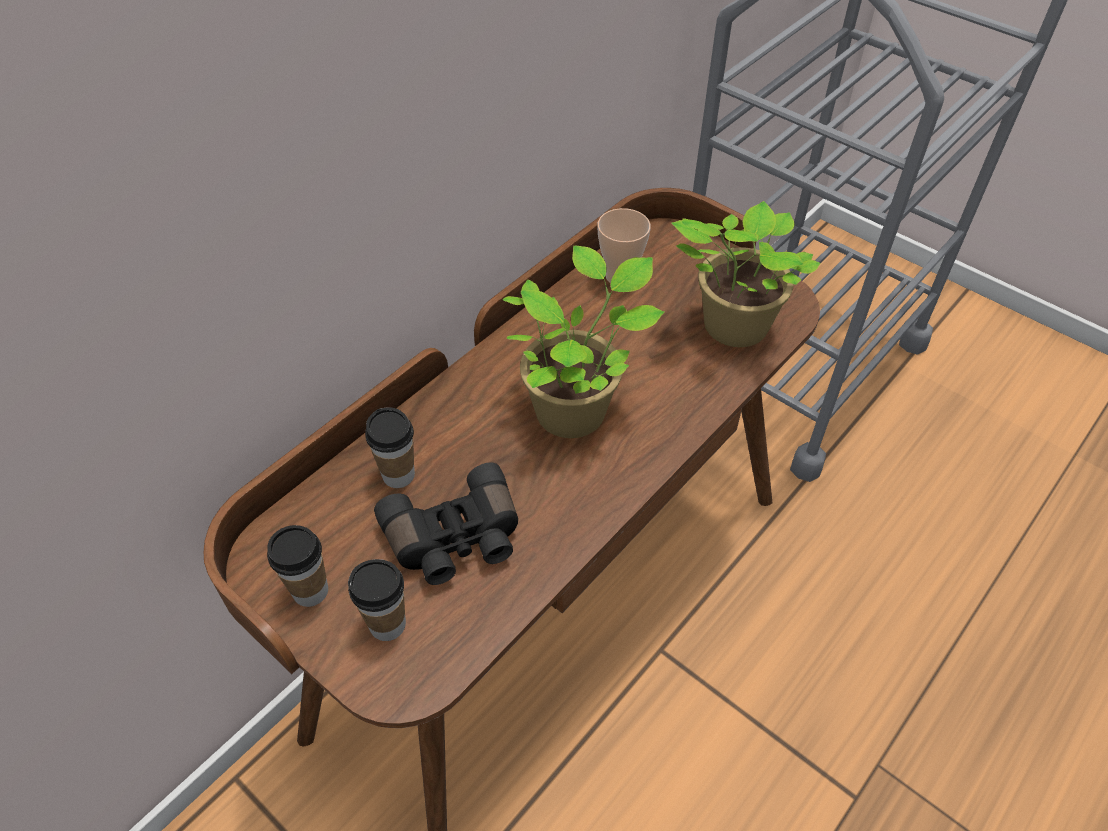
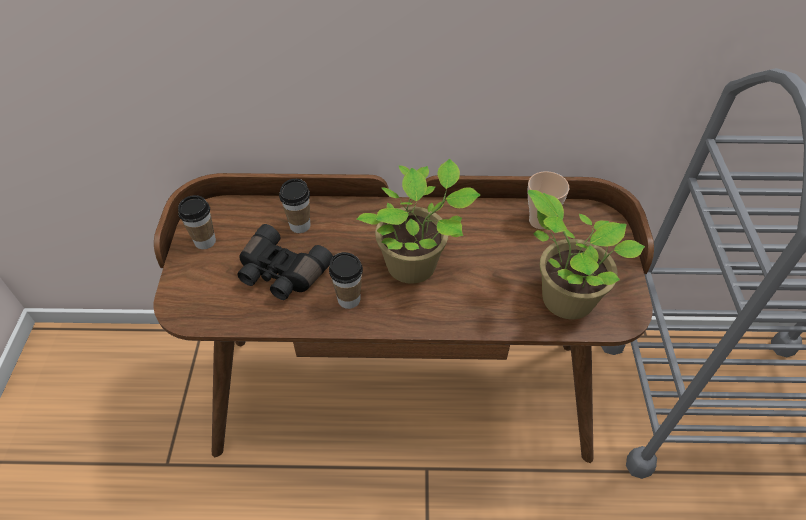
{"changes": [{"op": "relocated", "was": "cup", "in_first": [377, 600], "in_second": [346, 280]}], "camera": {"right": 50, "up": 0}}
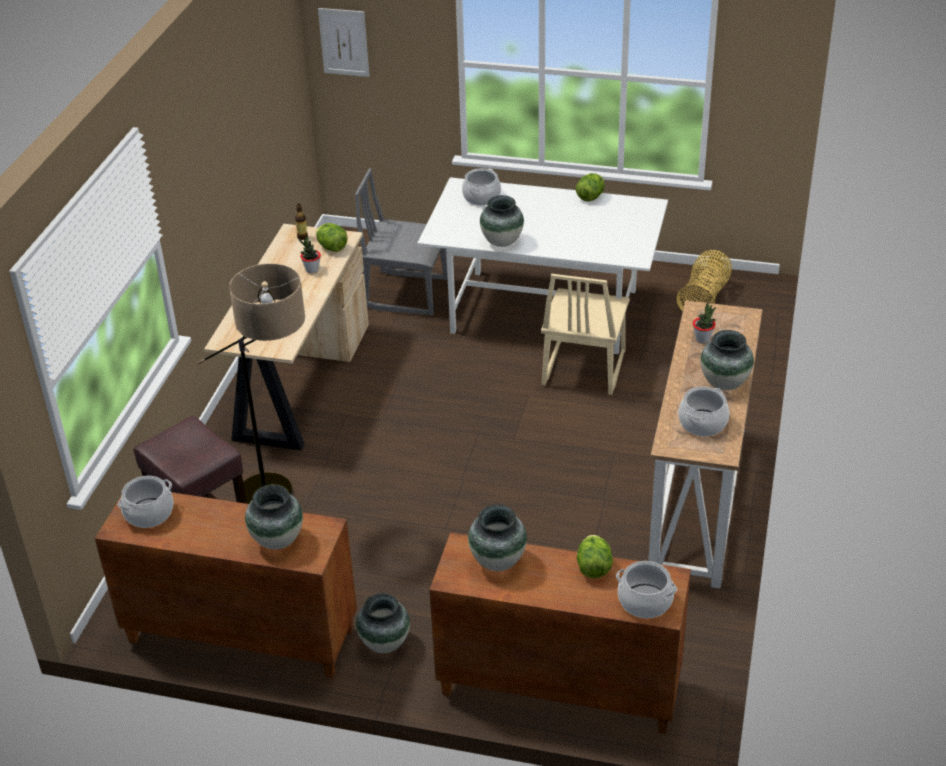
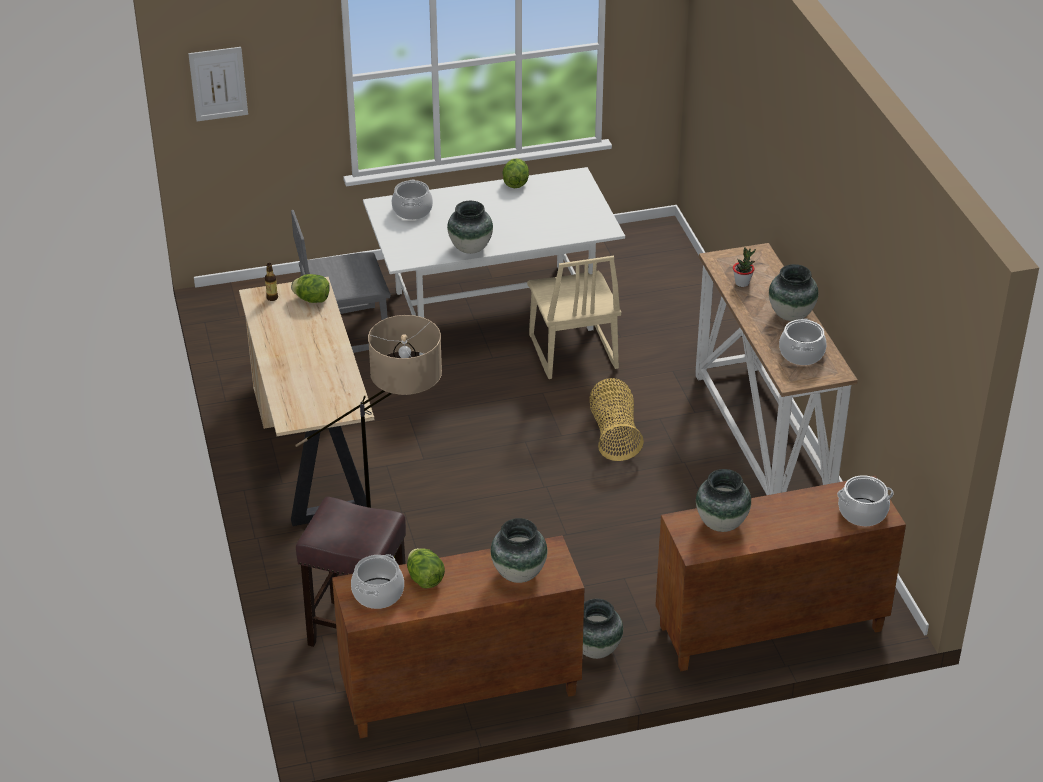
{"changes": [{"op": "relocated", "was": "lettuce", "in_first": [594, 556], "in_second": [426, 568]}, {"op": "relocated", "was": "storage basket", "in_first": [704, 280], "in_second": [617, 419]}, {"op": "missing", "was": "potted plant", "in_first": [310, 255]}], "camera": {"right": -30, "up": 0}}
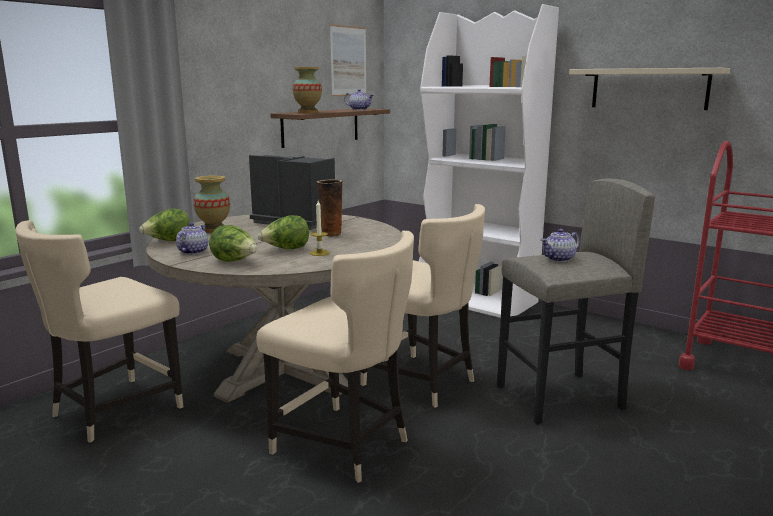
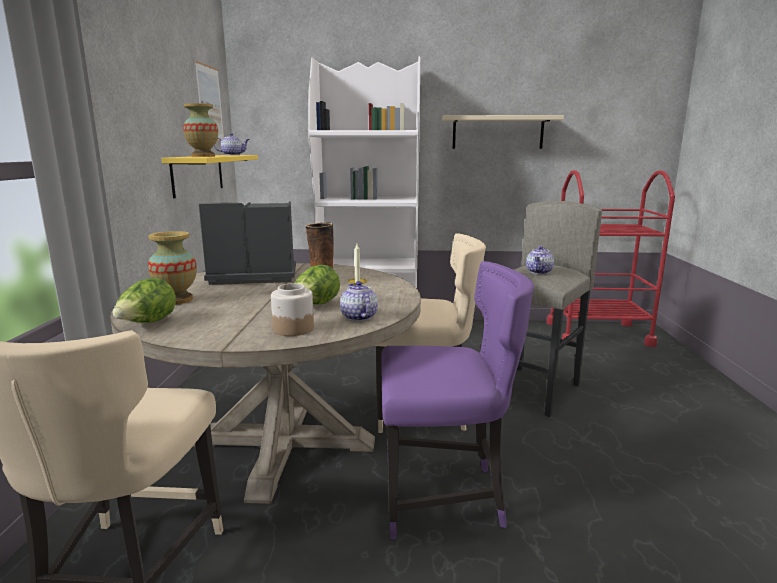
{"changes": [{"op": "colour", "was": "bracket shelf (brown)", "now": "bracket shelf (yellow-coloured)", "in_first": [330, 128], "in_second": [209, 176]}, {"op": "exchanged", "was": "lettuce", "now": "preserve jar", "in_first": [233, 243], "in_second": [292, 310]}, {"op": "relocated", "was": "teapot", "in_first": [192, 238], "in_second": [359, 301]}, {"op": "colour", "was": "upright chair (beige)", "now": "upright chair (purple-coloured)", "in_first": [335, 357], "in_second": [457, 400]}], "camera": {"right": -35, "up": 0}}
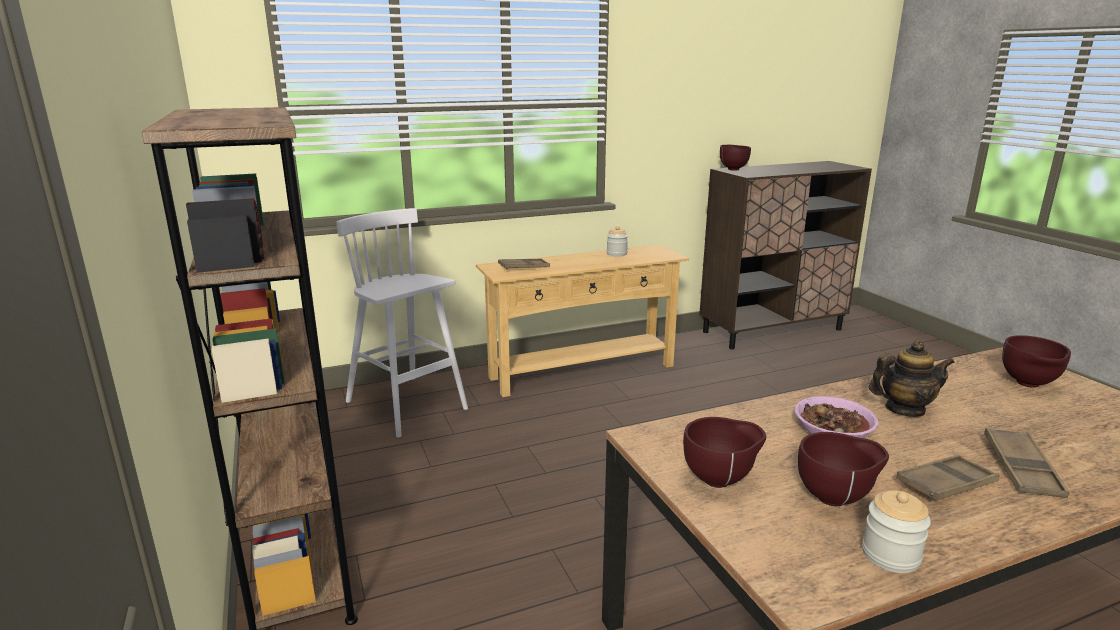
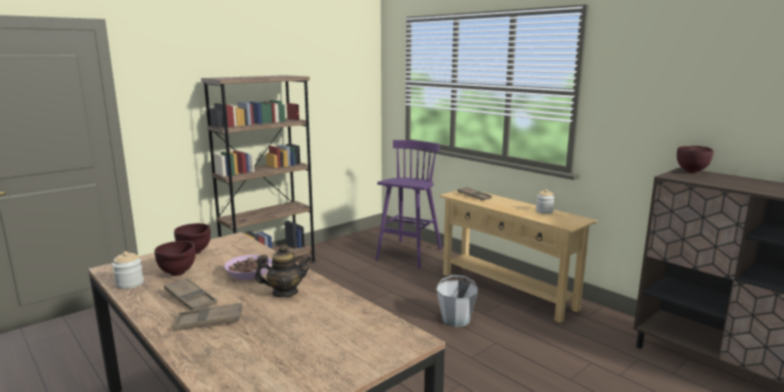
{"changes": [{"op": "spun", "was": "teapot", "in_first": [912, 378], "in_second": [283, 271], "clockwise": -75}, {"op": "colour", "was": "sitting stool (white)", "now": "sitting stool (purple-coloured)", "in_first": [402, 323], "in_second": [408, 204]}, {"op": "appeared", "now": "pail (gray)", "in_second": [457, 301]}, {"op": "missing", "was": "bowl (brown)", "in_first": [1036, 361]}], "camera": {"right": 70, "up": -5}}
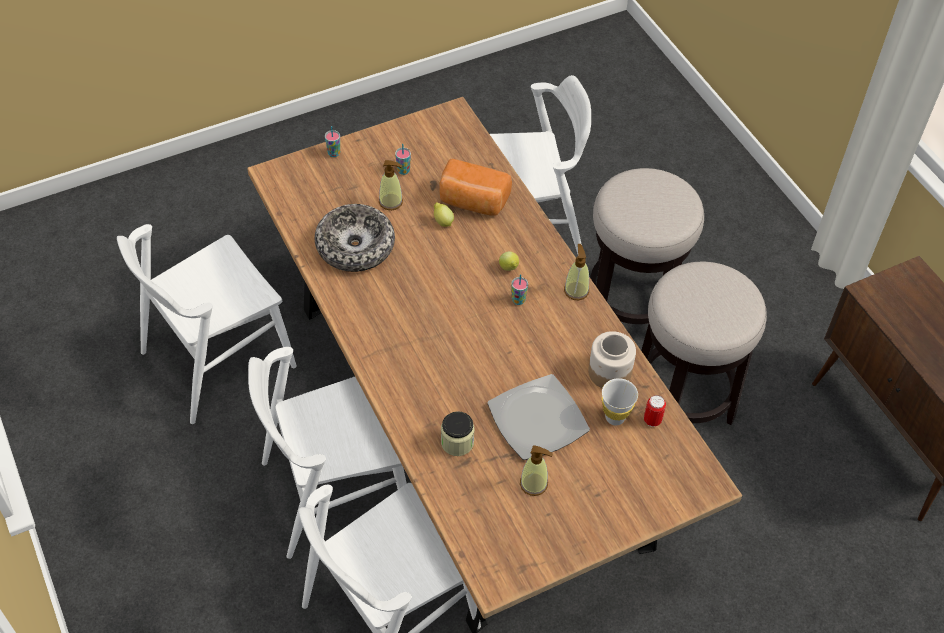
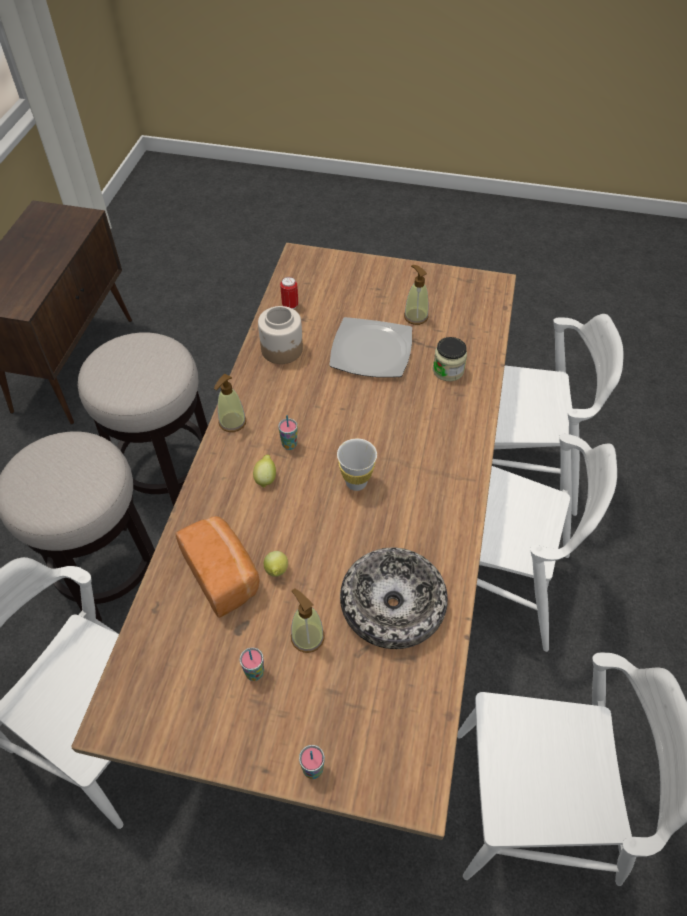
{"changes": [{"op": "relocated", "was": "cup (white)", "in_first": [620, 401], "in_second": [357, 464]}], "camera": {"right": -140, "up": 0}}
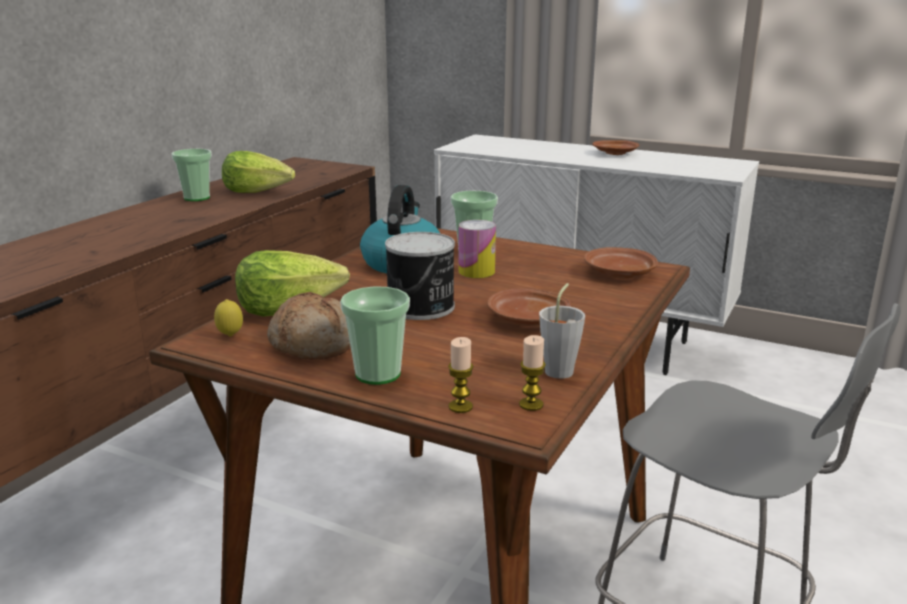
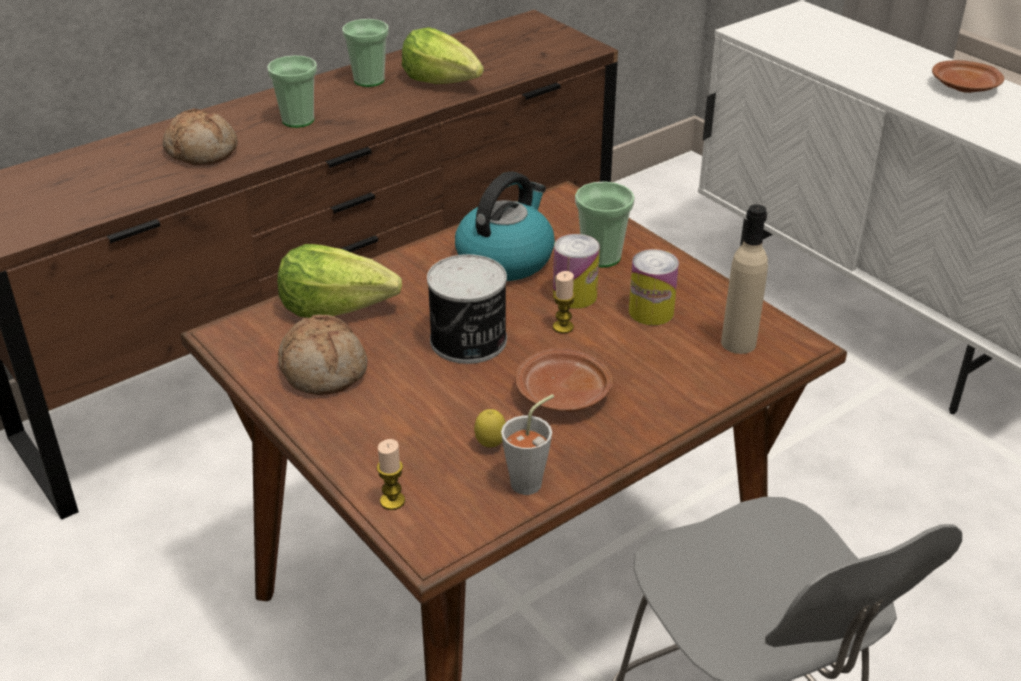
{"changes": [{"op": "appeared", "now": "bread", "in_second": [200, 137]}, {"op": "relocated", "was": "cup", "in_first": [375, 335], "in_second": [292, 91]}, {"op": "relocated", "was": "citrus fruit", "in_first": [228, 318], "in_second": [490, 428]}, {"op": "relocated", "was": "candle", "in_first": [532, 373], "in_second": [564, 302]}, {"op": "appeared", "now": "sealed can", "in_second": [654, 287]}, {"op": "exchanged", "was": "flat dish (brown)", "now": "bottle (beige)", "in_first": [621, 263], "in_second": [744, 279]}], "camera": {"right": 25, "up": 15}}
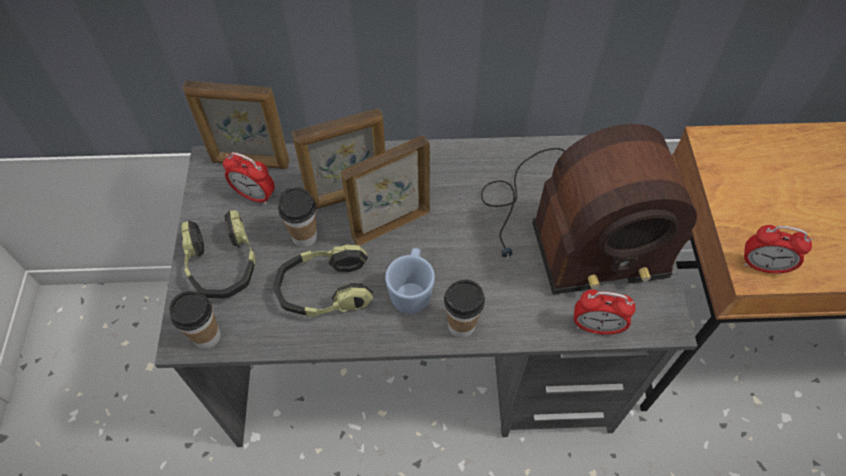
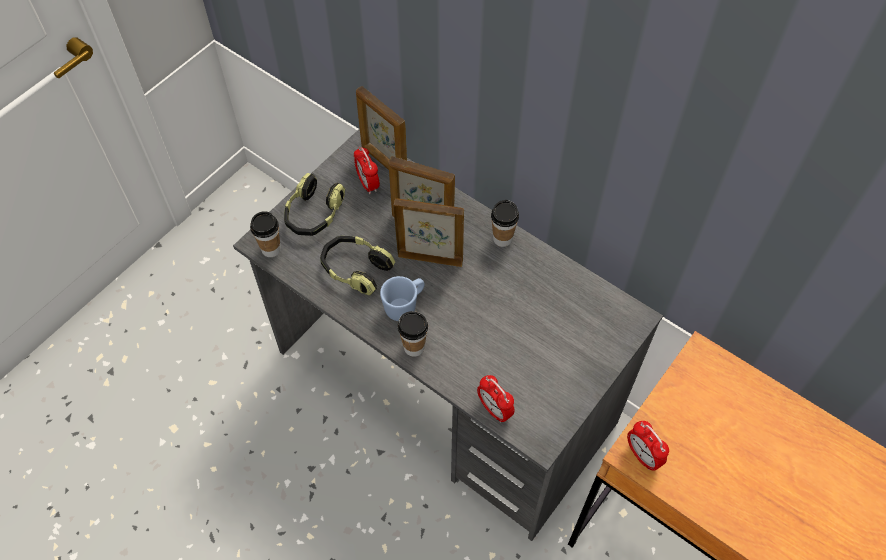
{"changes": [{"op": "relocated", "was": "cup", "in_first": [297, 217], "in_second": [505, 223]}, {"op": "missing", "was": "radio set", "in_first": [589, 209]}], "camera": {"right": 40, "up": 0}}
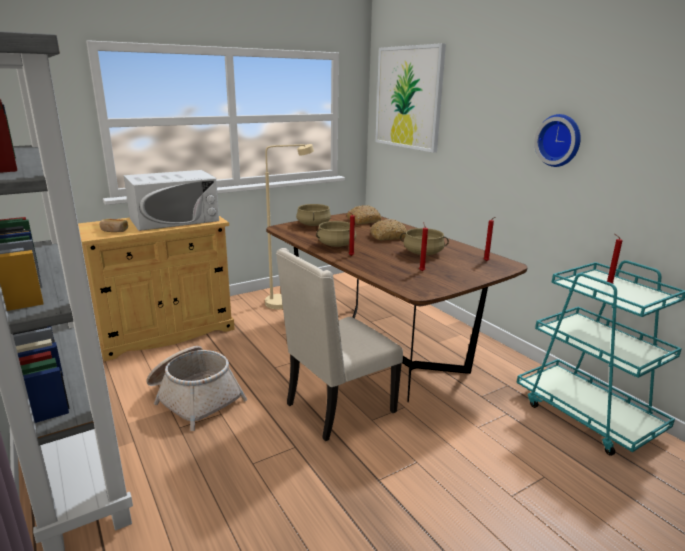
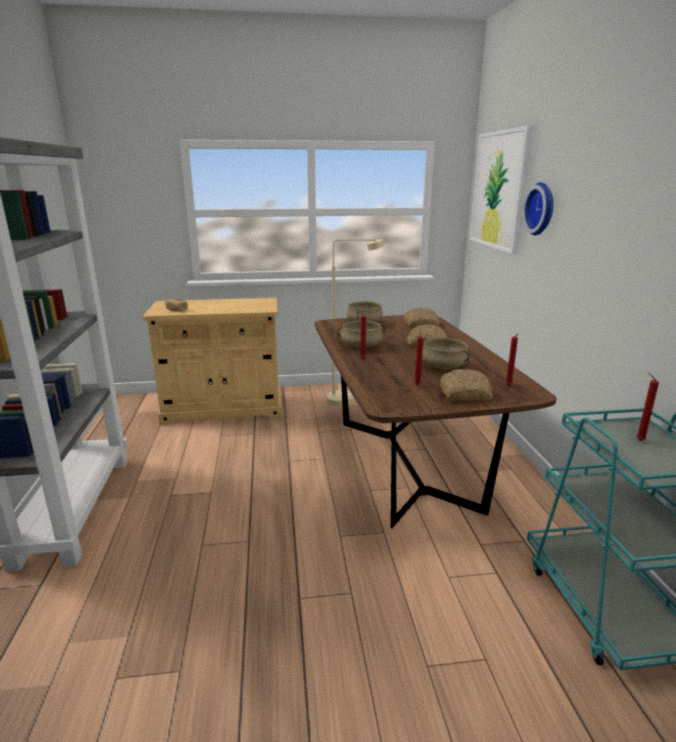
{"changes": [{"op": "appeared", "now": "bread", "in_second": [466, 385]}, {"op": "relocated", "was": "wall clock", "in_first": [557, 140], "in_second": [537, 208]}, {"op": "missing", "was": "microwave (white)", "in_first": [171, 200]}, {"op": "missing", "was": "storage basket", "in_first": [196, 388]}, {"op": "missing", "was": "upright chair (beige)", "in_first": [339, 344]}], "camera": {"right": 25, "up": 0}}
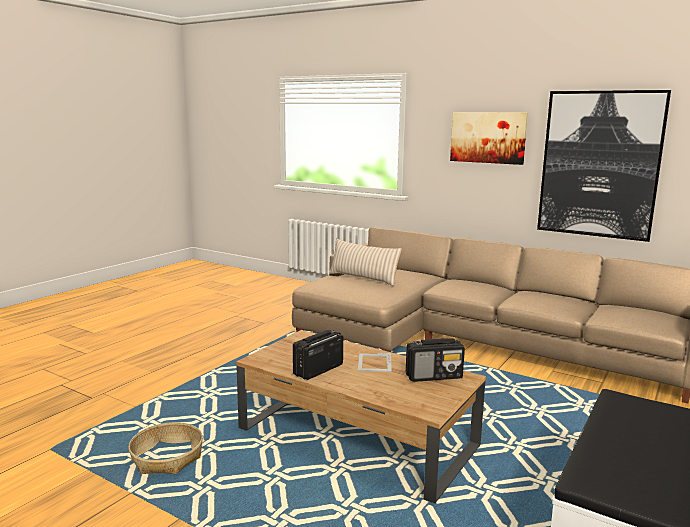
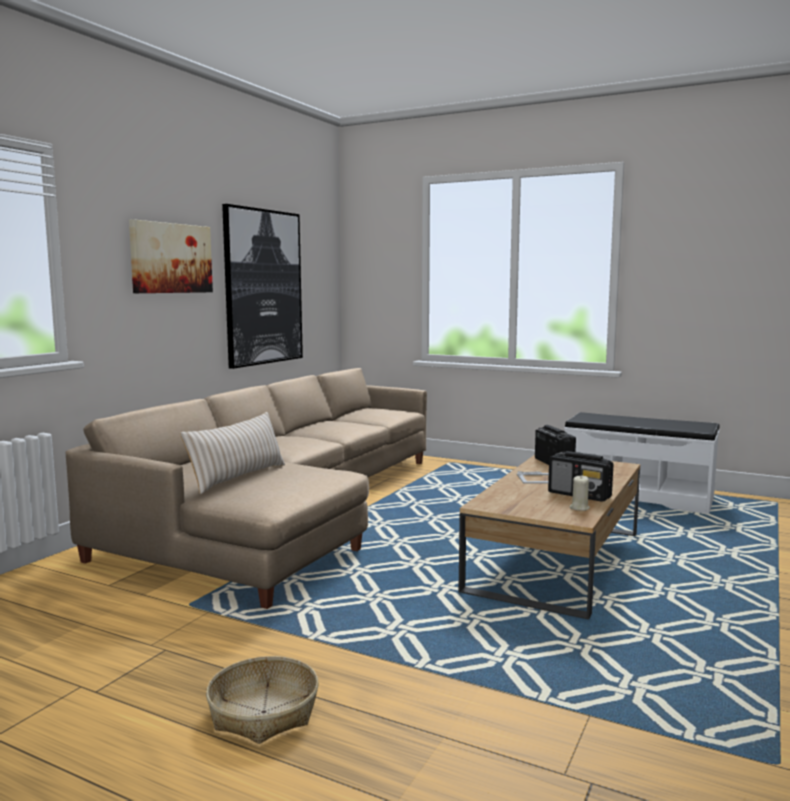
{"changes": [{"op": "relocated", "was": "storage basket", "in_first": [165, 448], "in_second": [262, 700]}, {"op": "appeared", "now": "candle (beige)", "in_second": [580, 493]}], "camera": {"right": -95, "up": -5}}
